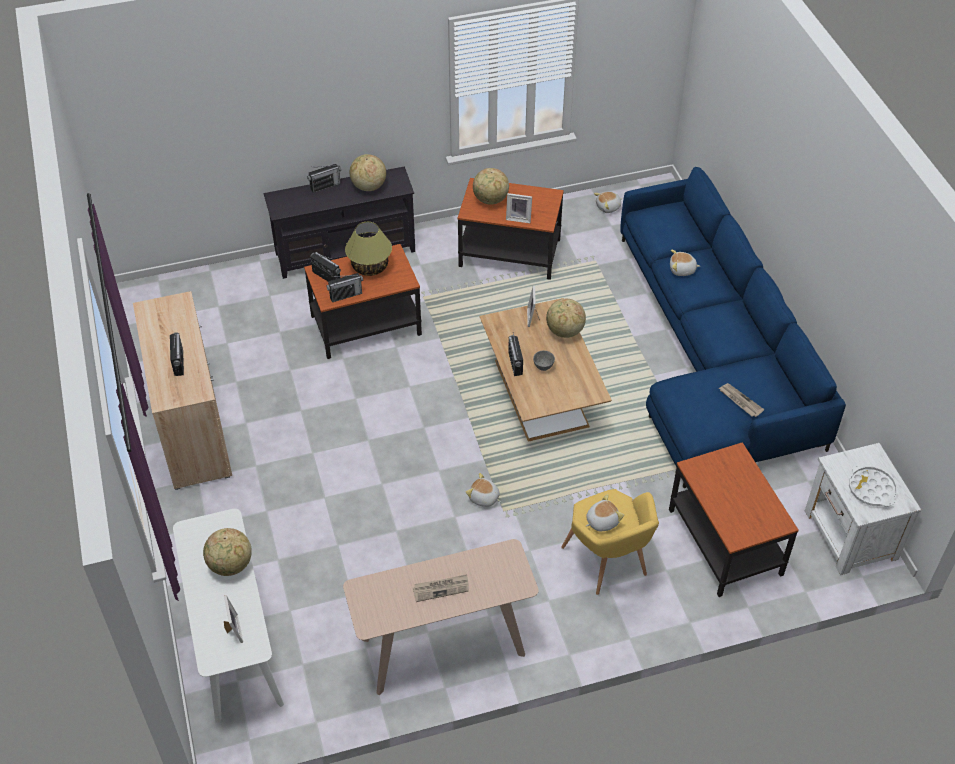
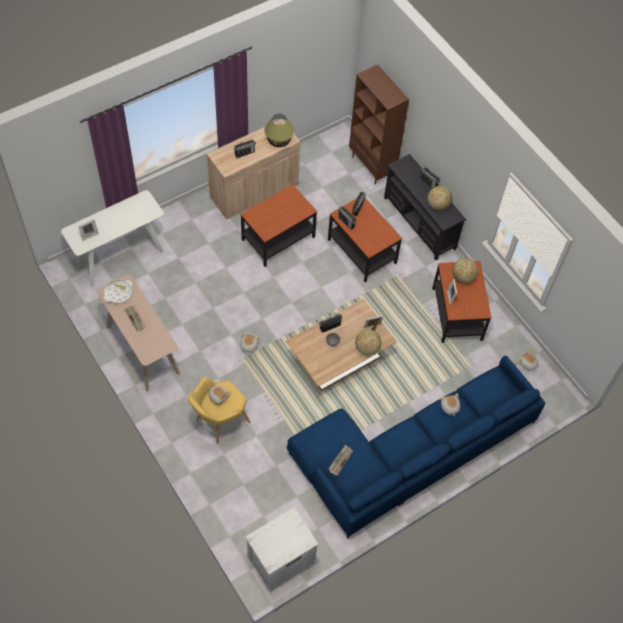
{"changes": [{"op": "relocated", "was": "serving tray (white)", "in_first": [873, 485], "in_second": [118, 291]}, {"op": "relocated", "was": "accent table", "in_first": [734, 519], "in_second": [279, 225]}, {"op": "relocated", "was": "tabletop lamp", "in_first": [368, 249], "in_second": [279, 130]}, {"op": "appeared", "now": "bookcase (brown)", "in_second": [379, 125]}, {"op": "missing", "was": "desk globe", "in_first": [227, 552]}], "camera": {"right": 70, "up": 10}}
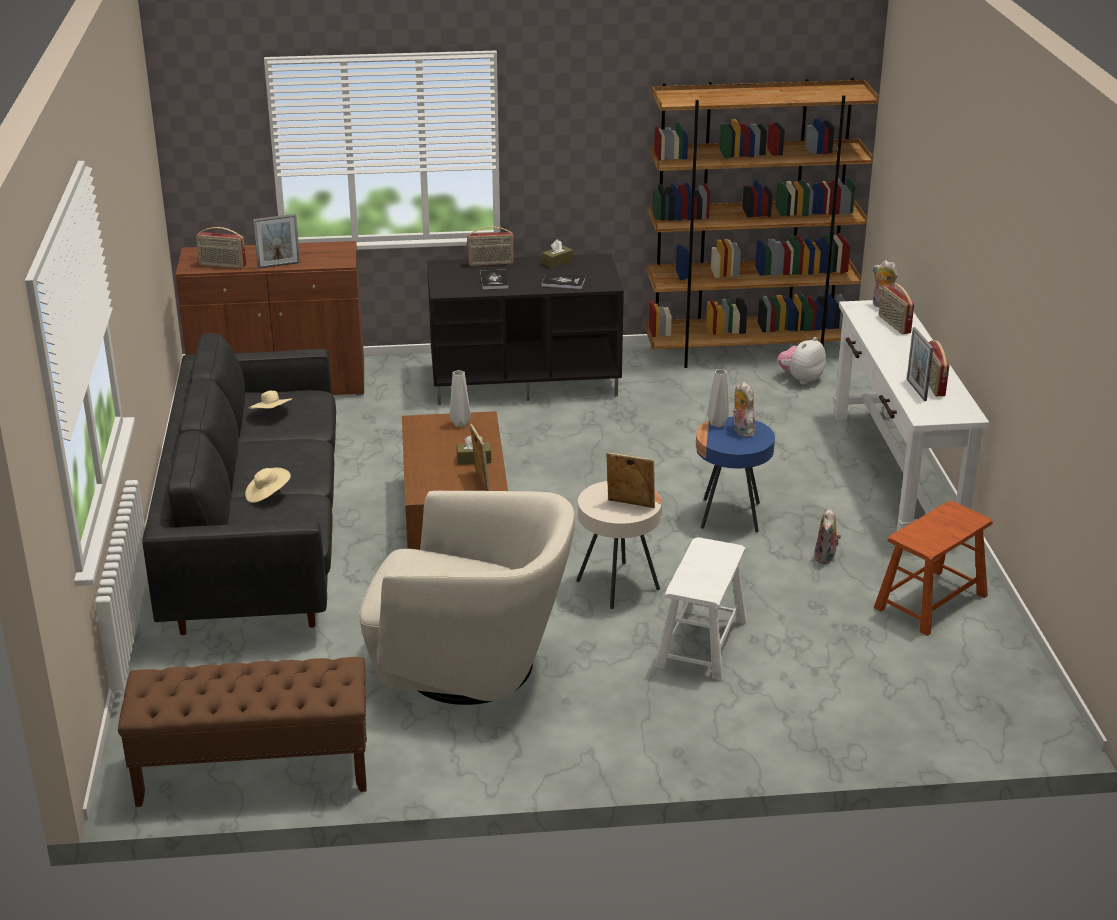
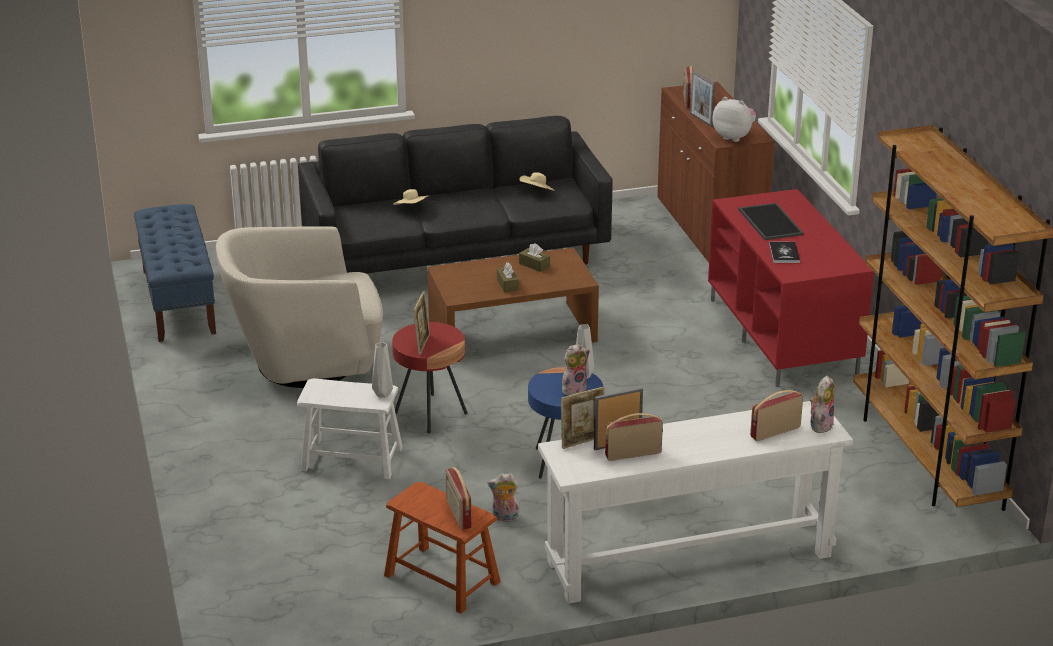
{"changes": [{"op": "colour", "was": "long seat (brown)", "now": "long seat (bluish)", "in_first": [242, 732], "in_second": [175, 273]}, {"op": "spun", "was": "easy chair (beige)", "in_first": [467, 598], "in_second": [299, 307], "clockwise": 75}, {"op": "relocated", "was": "decorative vase (gray)", "in_first": [460, 398], "in_second": [382, 370]}, {"op": "colour", "was": "accent table (beige)", "now": "accent table (red-coloured)", "in_first": [619, 545], "in_second": [430, 378]}, {"op": "relocated", "was": "radio set", "in_first": [490, 246], "in_second": [459, 498]}, {"op": "relocated", "was": "box of tissues (brown)", "in_first": [557, 253], "in_second": [534, 258]}, {"op": "relocated", "was": "picture frame", "in_first": [480, 457], "in_second": [582, 418]}, {"op": "colour", "was": "tv stand (blackish)", "now": "tv stand (red-coloured)", "in_first": [525, 329], "in_second": [791, 288]}, {"op": "relocated", "was": "cuddly toy", "in_first": [801, 361], "in_second": [734, 119]}, {"op": "exchanged", "was": "volume", "now": "serving tray", "in_first": [494, 279], "in_second": [770, 221]}], "camera": {"right": 80, "up": 0}}
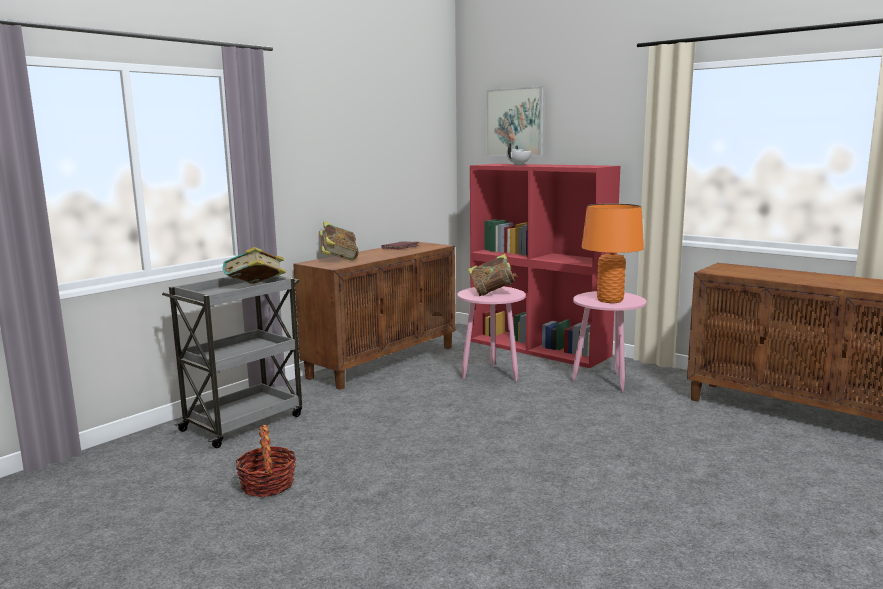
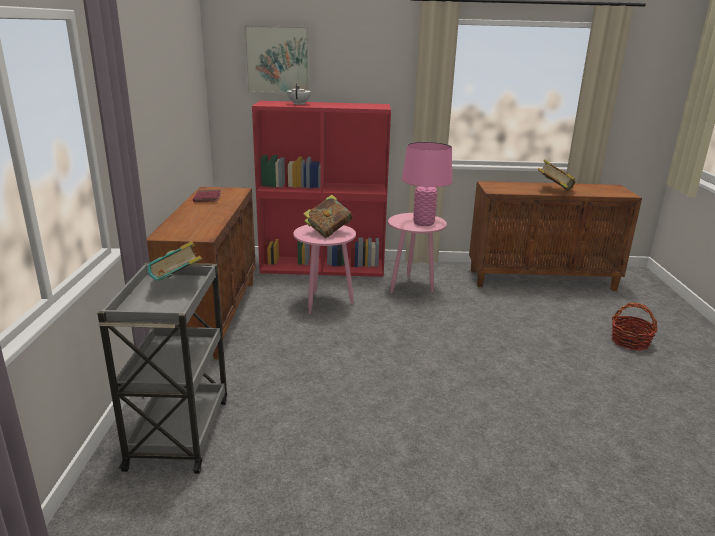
{"changes": [{"op": "colour", "was": "tabletop lamp (orangey)", "now": "tabletop lamp (pink)", "in_first": [613, 253], "in_second": [427, 184]}, {"op": "relocated", "was": "volume", "in_first": [339, 241], "in_second": [556, 175]}, {"op": "relocated", "was": "storage basket", "in_first": [265, 461], "in_second": [634, 327]}], "camera": {"right": -40, "up": 10}}
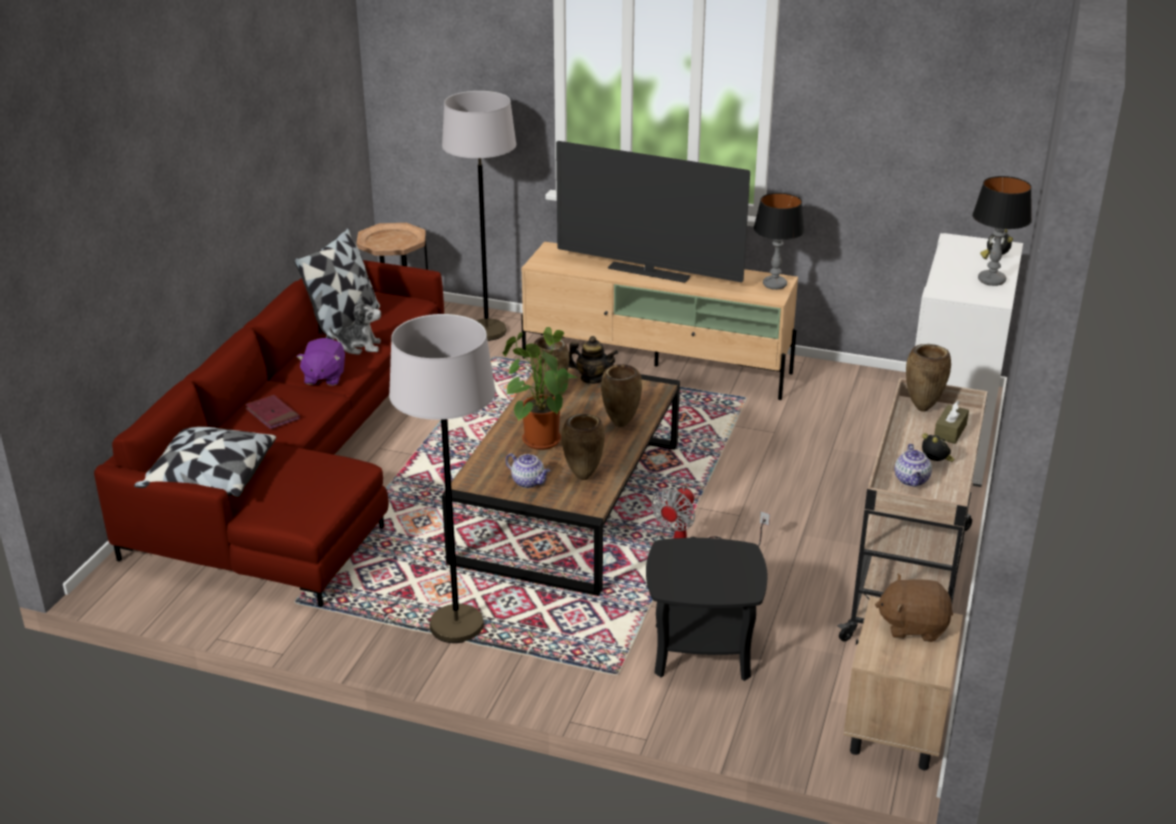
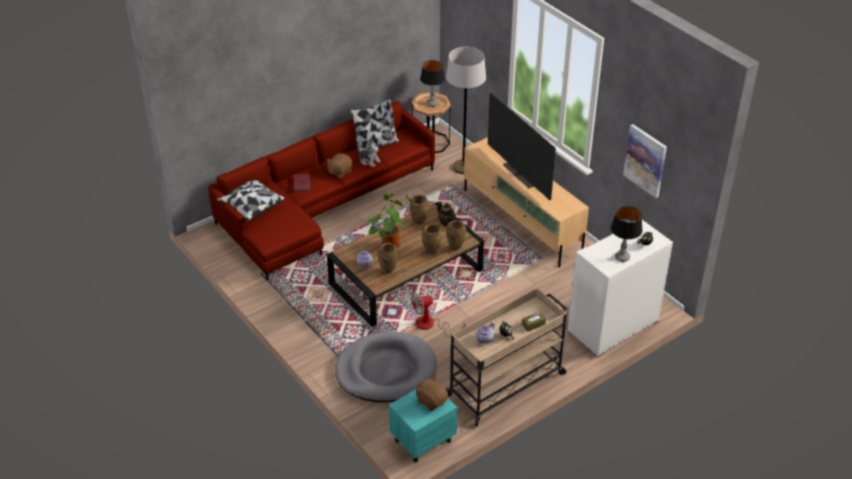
{"changes": [{"op": "colour", "was": "cuddly toy (purple-coloured)", "now": "cuddly toy (brown)", "in_first": [321, 362], "in_second": [340, 165]}, {"op": "exchanged", "was": "accent table (blackish)", "now": "dog bed (gray)", "in_first": [707, 609], "in_second": [386, 367]}, {"op": "colour", "was": "nightstand (beige)", "now": "nightstand (turquoise-coloured)", "in_first": [903, 683], "in_second": [423, 425]}, {"op": "relocated", "was": "tabletop lamp", "in_first": [779, 241], "in_second": [432, 83]}, {"op": "relocated", "was": "decorative vase (brown)", "in_first": [928, 378], "in_second": [456, 235]}, {"op": "appeared", "now": "wall picture", "in_second": [645, 161]}, {"op": "missing", "was": "standard lamp (gray)", "in_first": [442, 478]}], "camera": {"right": 35, "up": 10}}
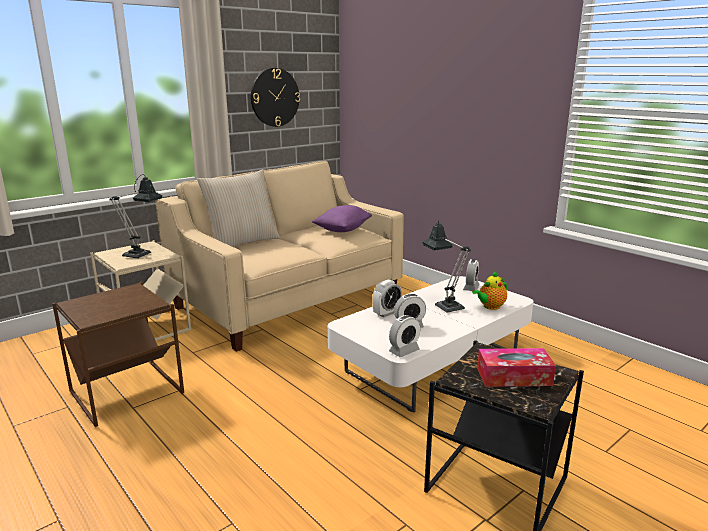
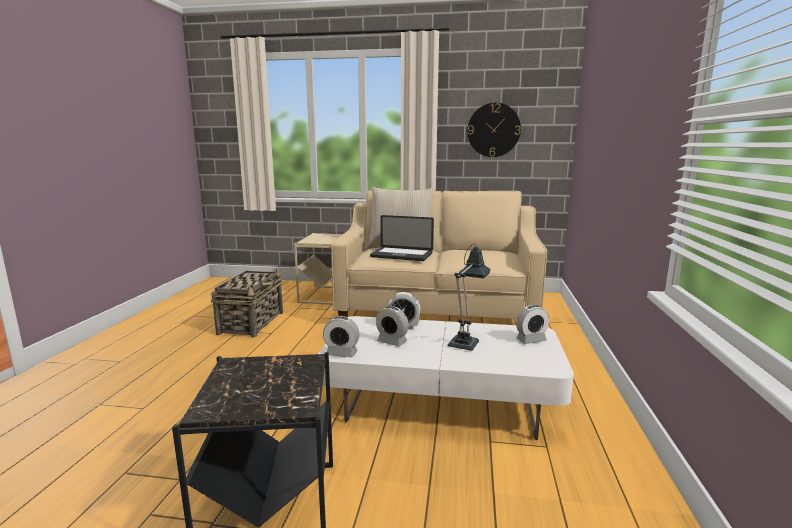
{"changes": [{"op": "exchanged", "was": "accent table (brown)", "now": "storage basket", "in_first": [118, 354], "in_second": [246, 302]}, {"op": "appeared", "now": "laptop", "in_second": [402, 238]}, {"op": "missing", "was": "tabletop lamp", "in_first": [136, 217]}, {"op": "missing", "was": "pillow (purple-coloured)", "in_first": [341, 218]}, {"op": "missing", "was": "teapot", "in_first": [489, 290]}, {"op": "missing", "was": "box of tissues", "in_first": [516, 367]}], "camera": {"right": 50, "up": -5}}
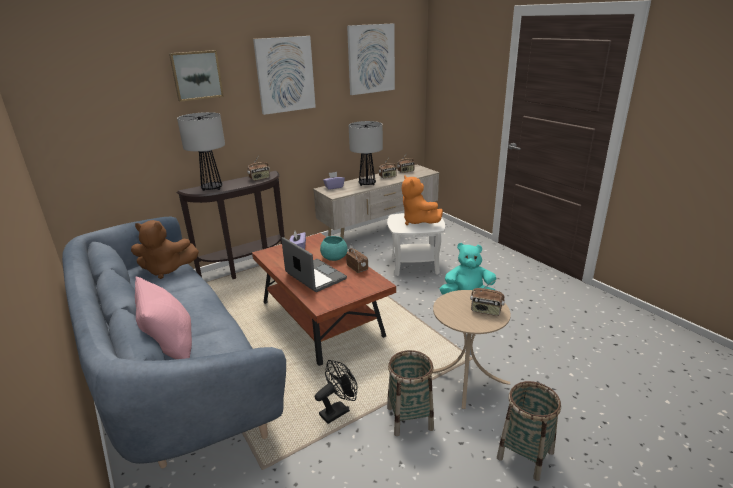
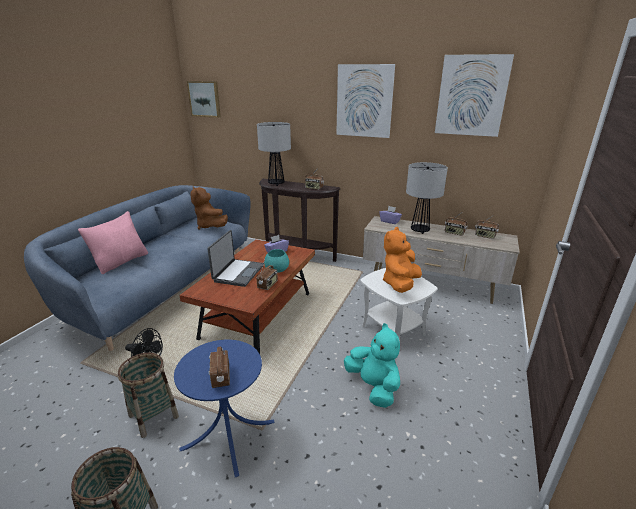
{"changes": [{"op": "colour", "was": "accent table (beige)", "now": "accent table (bluish)", "in_first": [472, 349], "in_second": [224, 408]}, {"op": "relocated", "was": "wall picture", "in_first": [196, 76], "in_second": [204, 99]}], "camera": {"right": 55, "up": 0}}
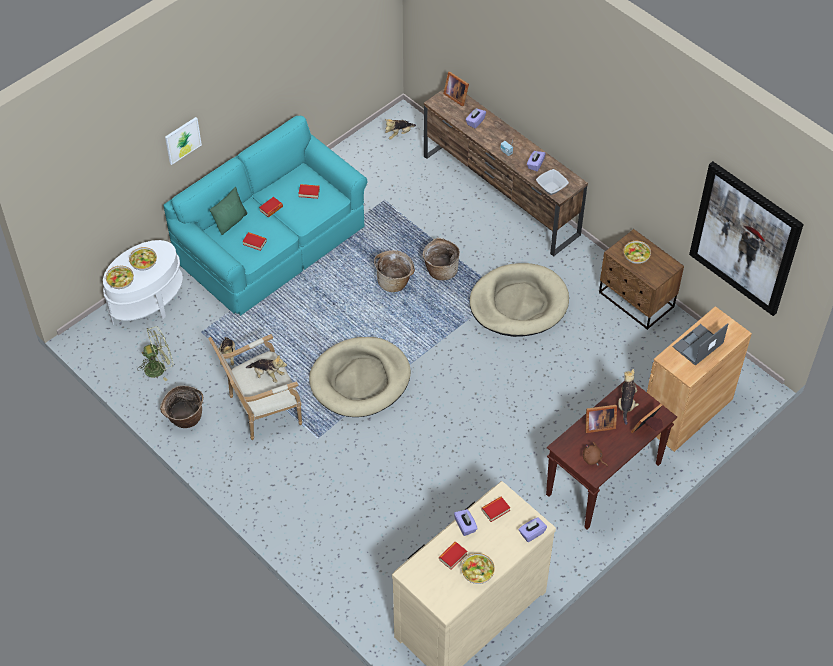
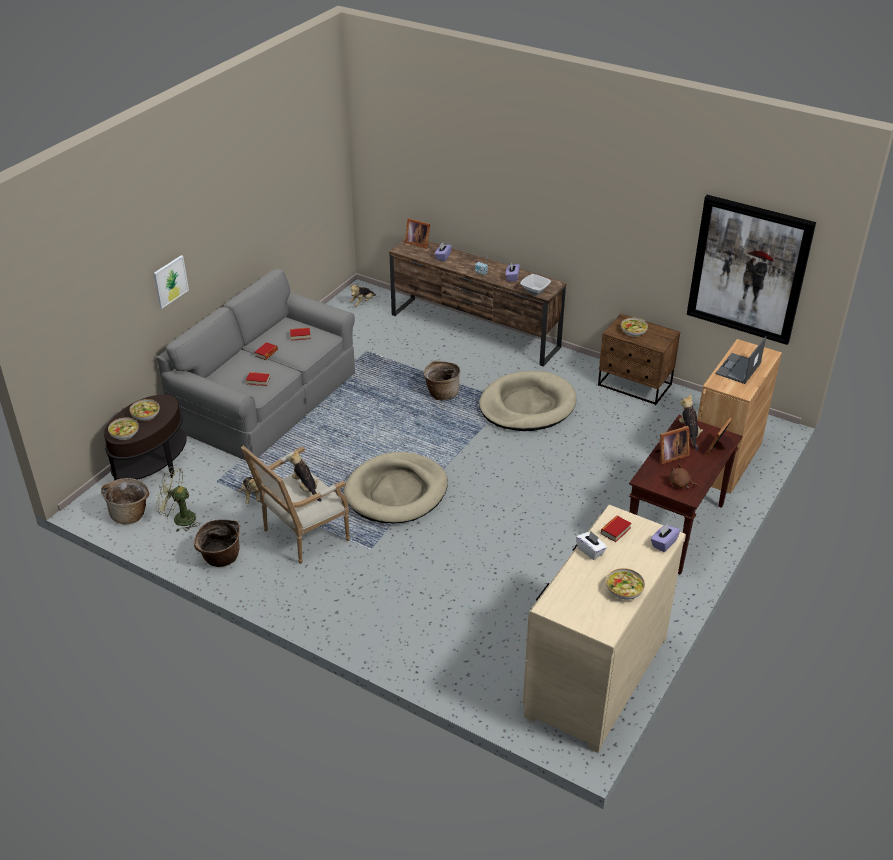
{"changes": [{"op": "relocated", "was": "storage basket", "in_first": [394, 271], "in_second": [125, 501]}, {"op": "colour", "was": "accent table (white)", "now": "accent table (brown)", "in_first": [143, 282], "in_second": [145, 437]}, {"op": "spun", "was": "electric fan (green-coloured)", "in_first": [155, 353], "in_second": [178, 499], "clockwise": -135}, {"op": "colour", "was": "sofa (turquoise-coloured)", "now": "sofa (gray)", "in_first": [265, 216], "in_second": [256, 364]}, {"op": "spun", "was": "cuddly toy", "in_first": [266, 369], "in_second": [305, 475], "clockwise": -135}, {"op": "colour", "was": "box of tissues (purple-coloured)", "now": "box of tissues (white)", "in_first": [466, 522], "in_second": [591, 545]}, {"op": "missing", "was": "pillow (green-coloured)", "in_first": [229, 211]}, {"op": "missing", "was": "volume", "in_first": [453, 555]}], "camera": {"right": -15, "up": -15}}
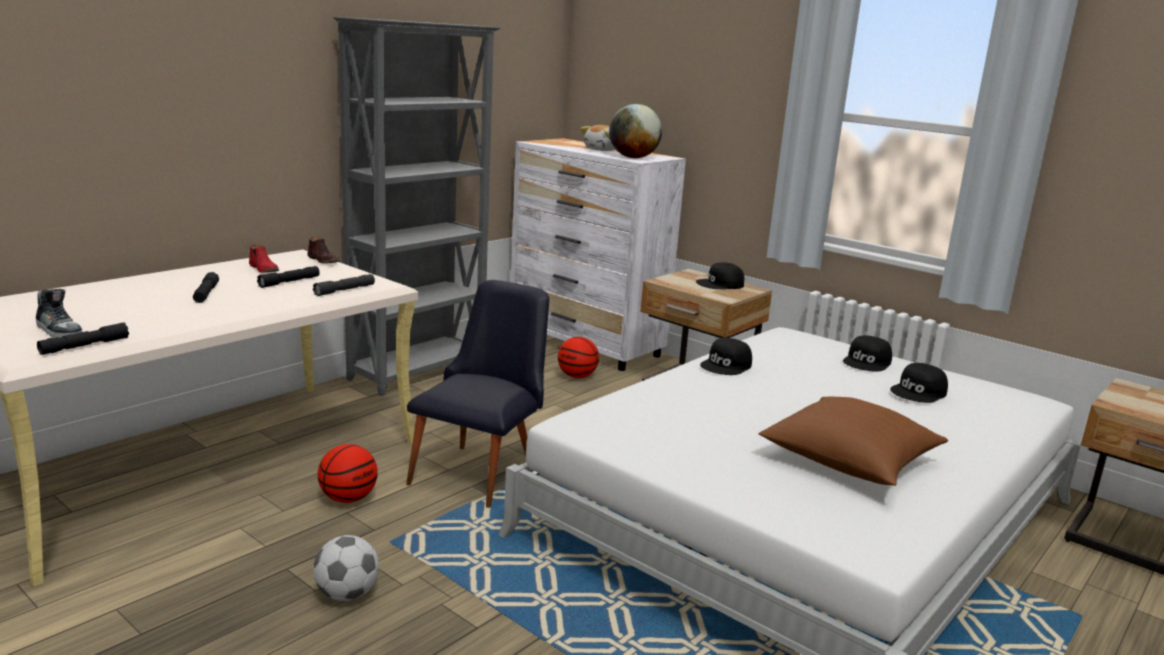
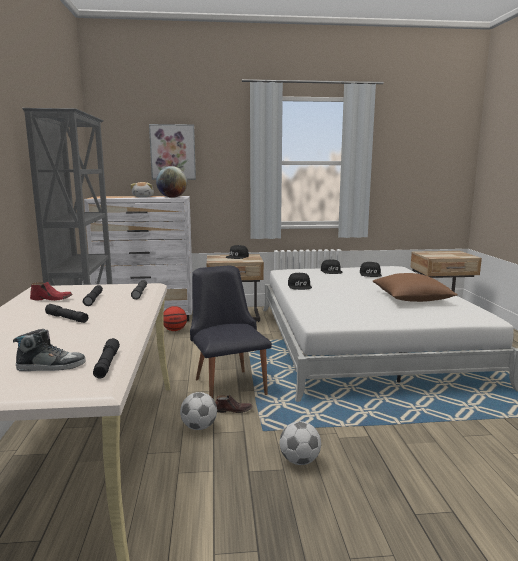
{"changes": [{"op": "appeared", "now": "wall picture", "in_second": [172, 152]}, {"op": "exchanged", "was": "basketball", "now": "football ball", "in_first": [348, 473], "in_second": [198, 411]}, {"op": "relocated", "was": "shoe (brown)", "in_first": [323, 250], "in_second": [234, 404]}], "camera": {"right": -45, "up": -5}}
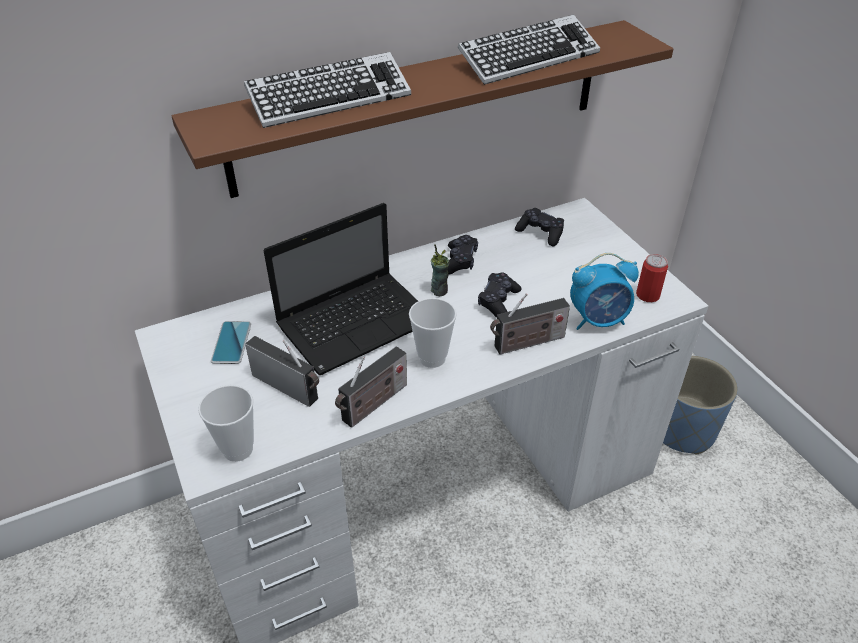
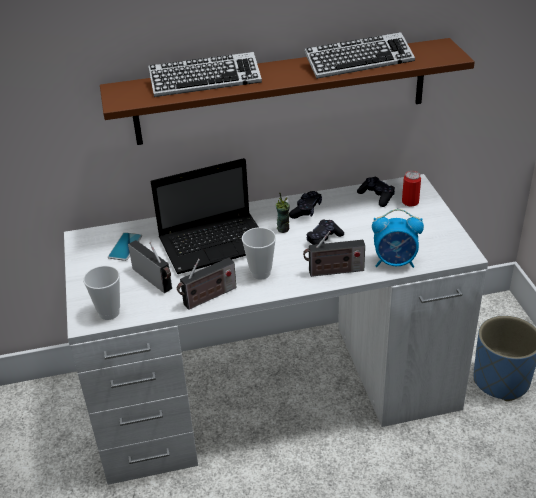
{"changes": [{"op": "relocated", "was": "sealed can", "in_first": [652, 278], "in_second": [411, 188]}], "camera": {"right": 15, "up": -5}}
